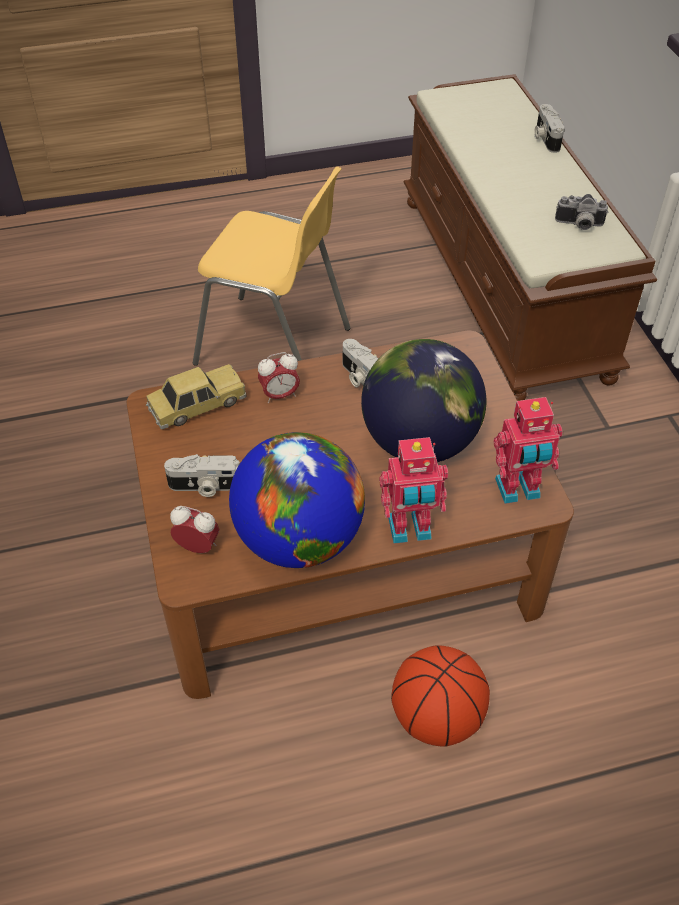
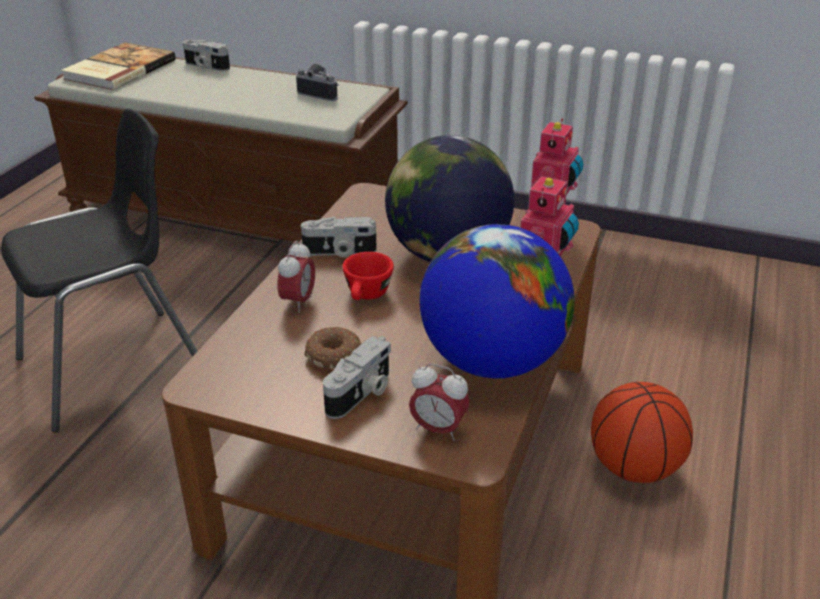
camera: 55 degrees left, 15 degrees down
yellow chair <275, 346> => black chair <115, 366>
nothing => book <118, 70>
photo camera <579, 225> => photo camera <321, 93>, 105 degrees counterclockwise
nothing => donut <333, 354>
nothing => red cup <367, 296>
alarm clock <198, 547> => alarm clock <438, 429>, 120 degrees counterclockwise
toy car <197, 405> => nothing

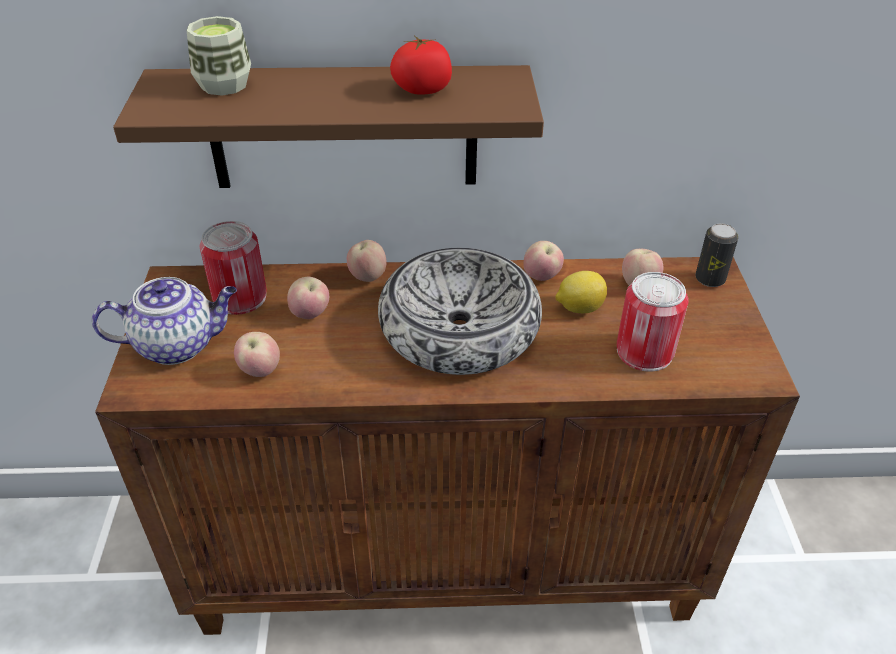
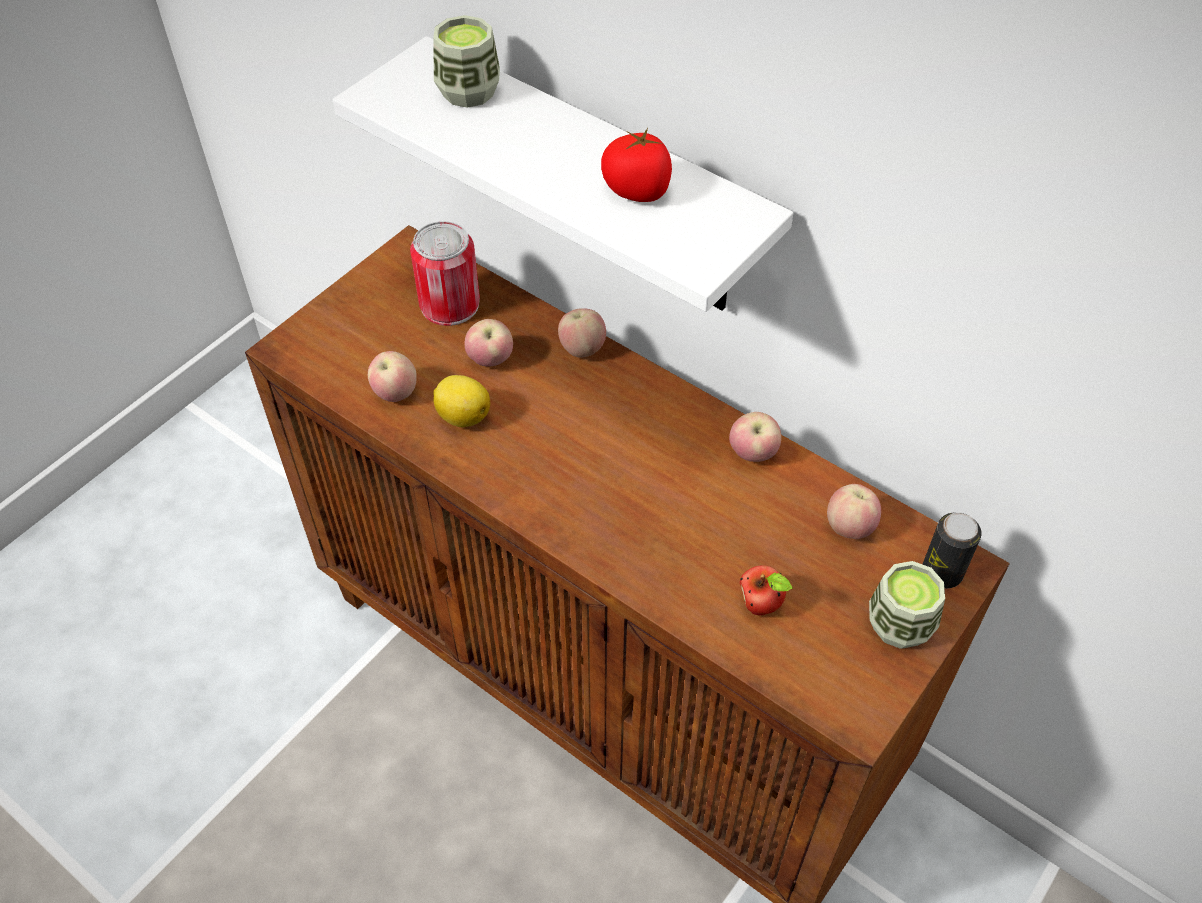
camera: 40 degrees right, 10 degrees up
brown shelf <343, 128> => white shelf <597, 181>
lemon <579, 308> => lemon <462, 416>, moved
can <644, 352> => apple <762, 606>
nothing => cup <899, 625>
teapot <178, 344> => nothing
bowl <459, 328> => nothing

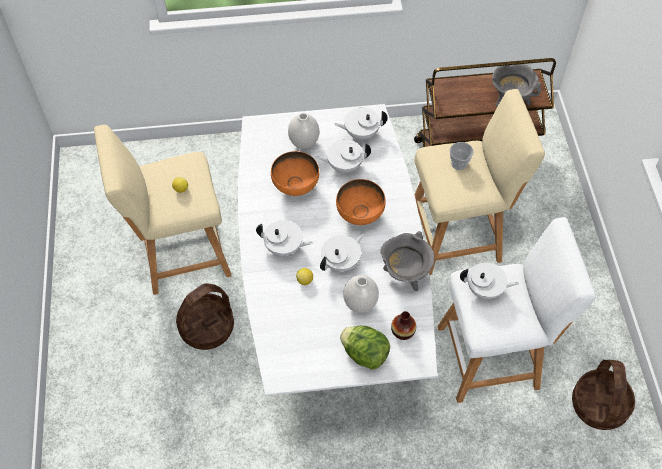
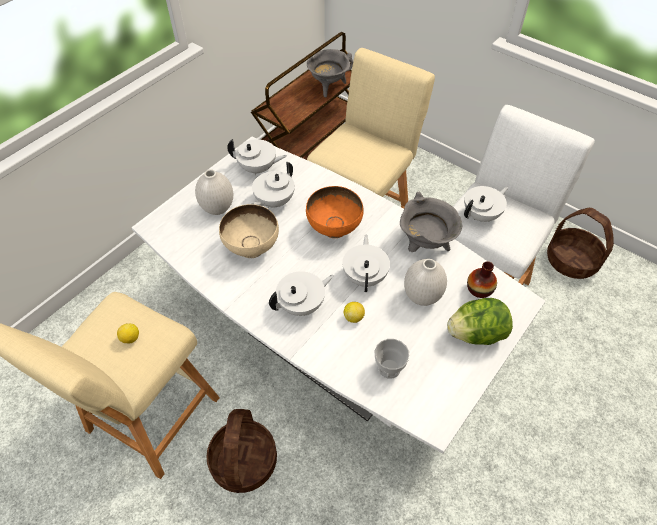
camera: 45 degrees left, 5 degrees down
orange bowl <296, 187> => beige bowl <252, 248>
white teapot <361, 133> => white teapot <258, 168>, 120 degrees counterclockwise
cup <459, 163> => cup <389, 368>, moved

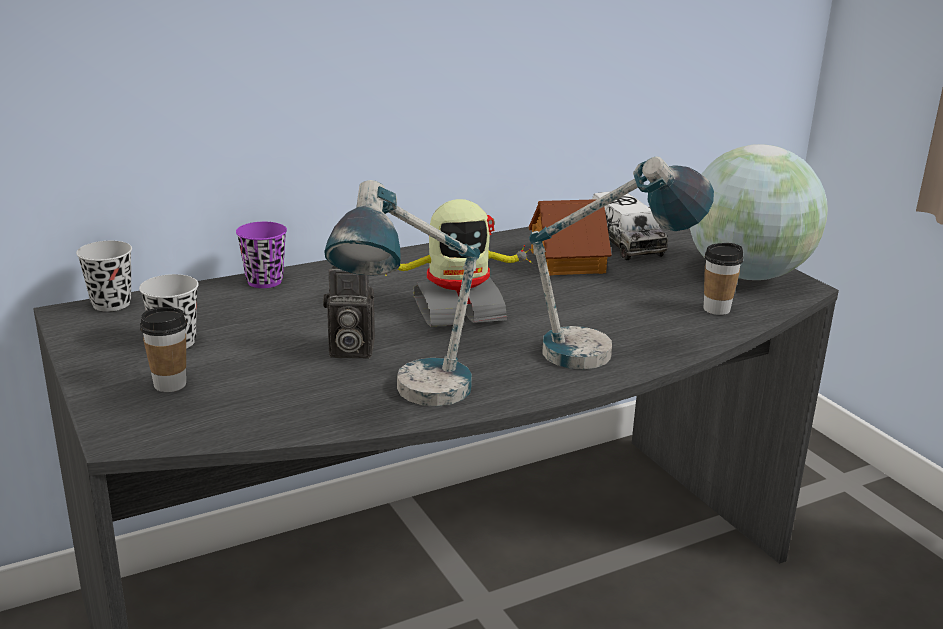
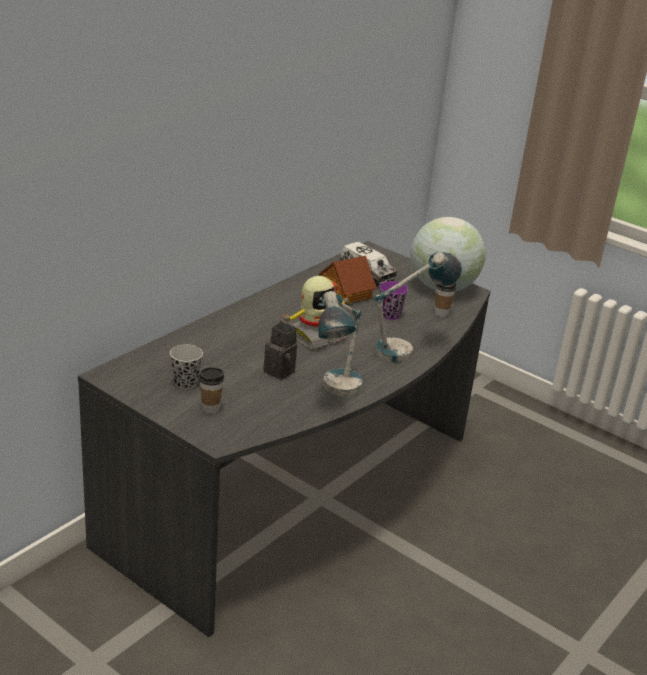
camera: 25 degrees left, 5 degrees up
photo camera <348, 350> => photo camera <281, 371>, 120 degrees counterclockwise
purple cup <264, 281> => purple cup <390, 315>, moved
black cup <111, 304> => nothing

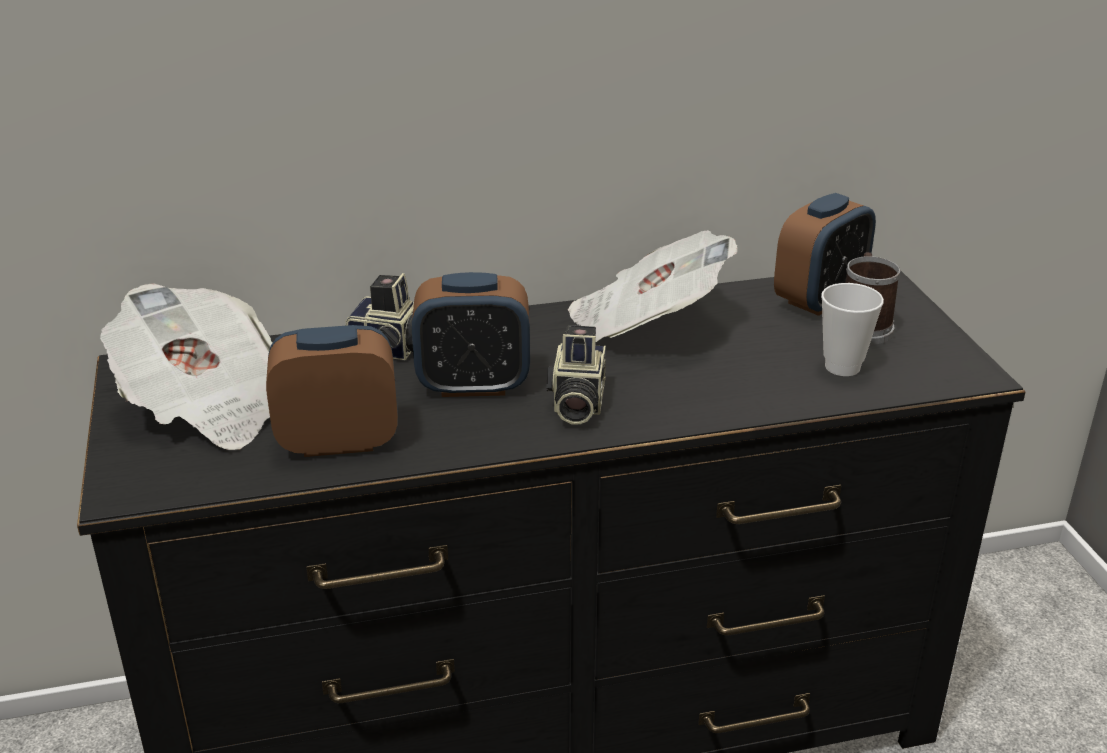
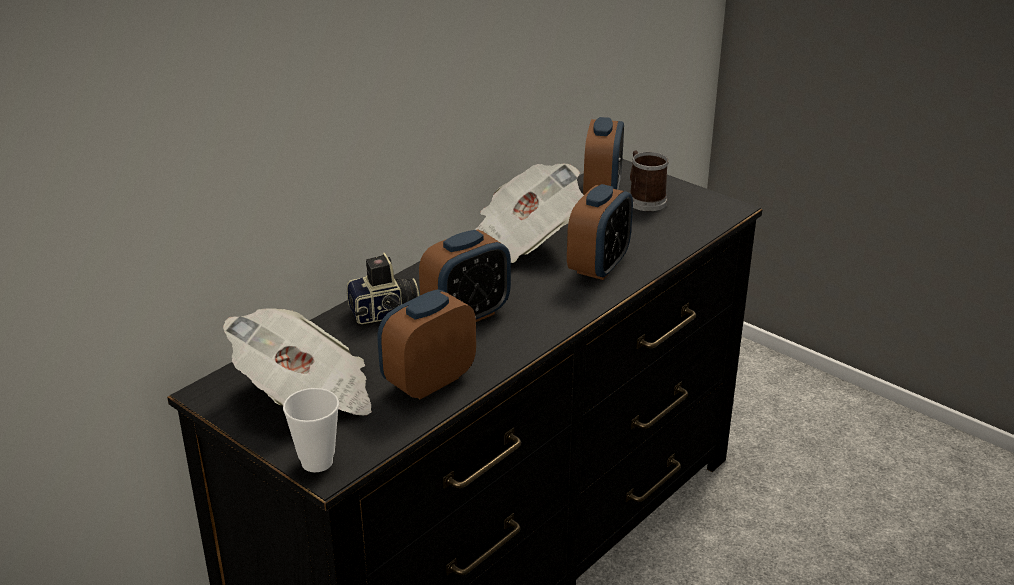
camera: 35 degrees left, 0 degrees up
cup <842, 367> => cup <317, 462>, moved
nothing => alarm clock <598, 266>
photo camera <576, 403> => nothing

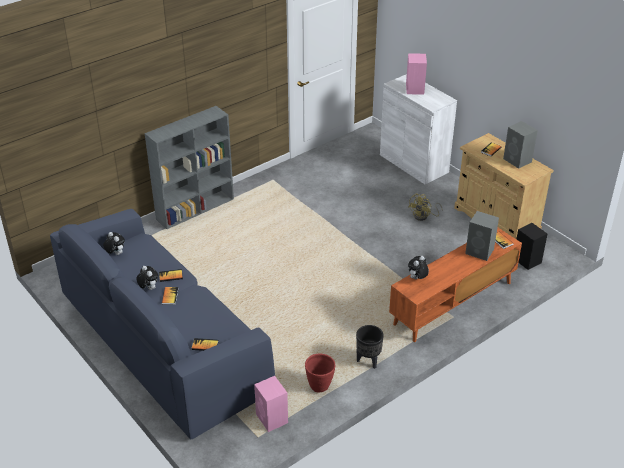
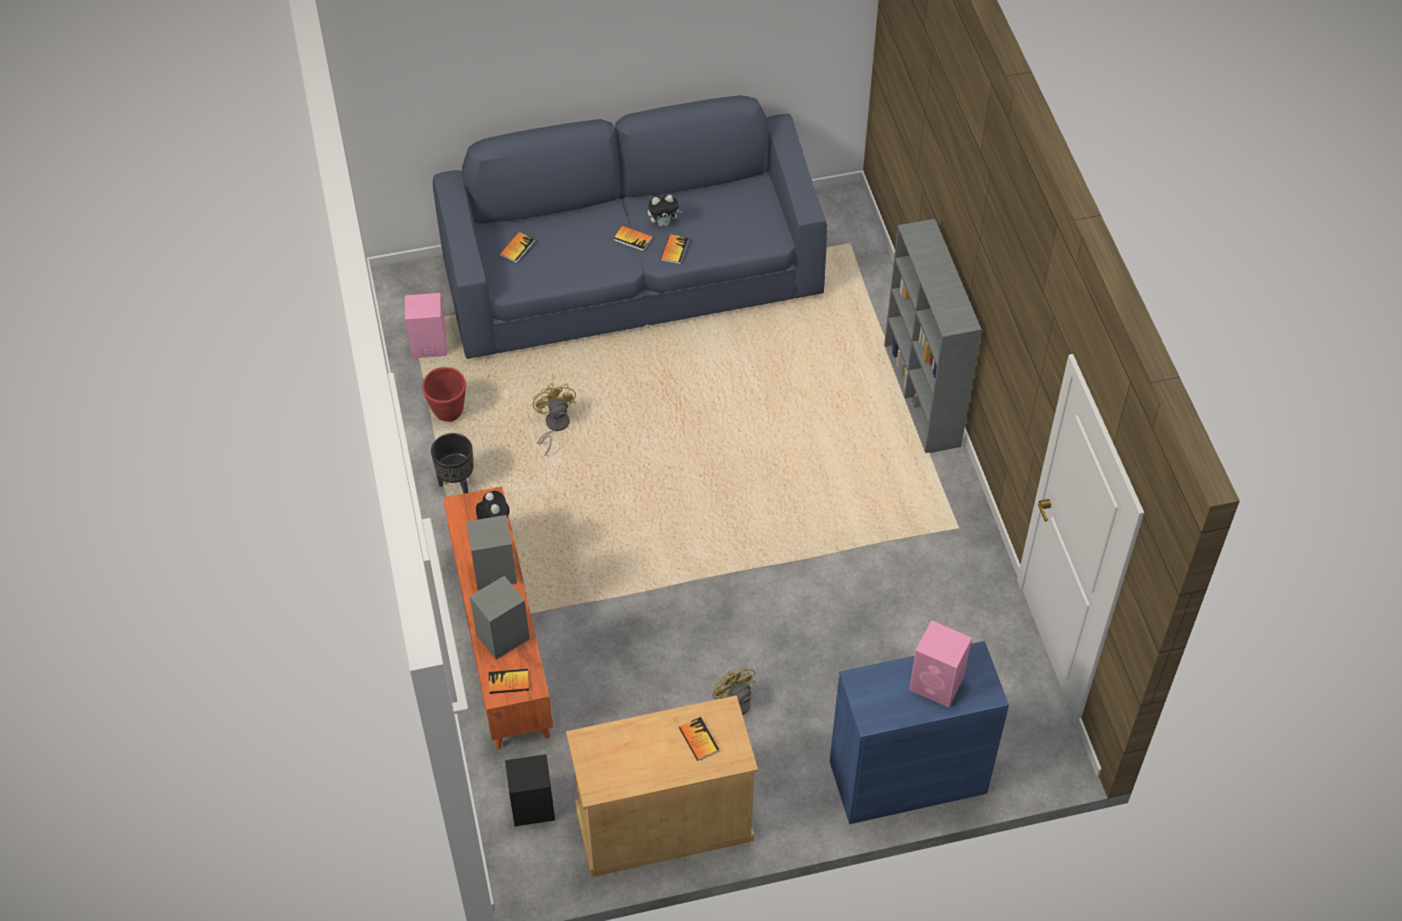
camera: 115 degrees right, 15 degrees up
grey speaker <518, 160> => grey speaker <493, 572>, moved
nothing => yellow fan <554, 426>
white cabinet <413, 163> => blue cabinet <907, 777>
plush toy <115, 254> => nothing

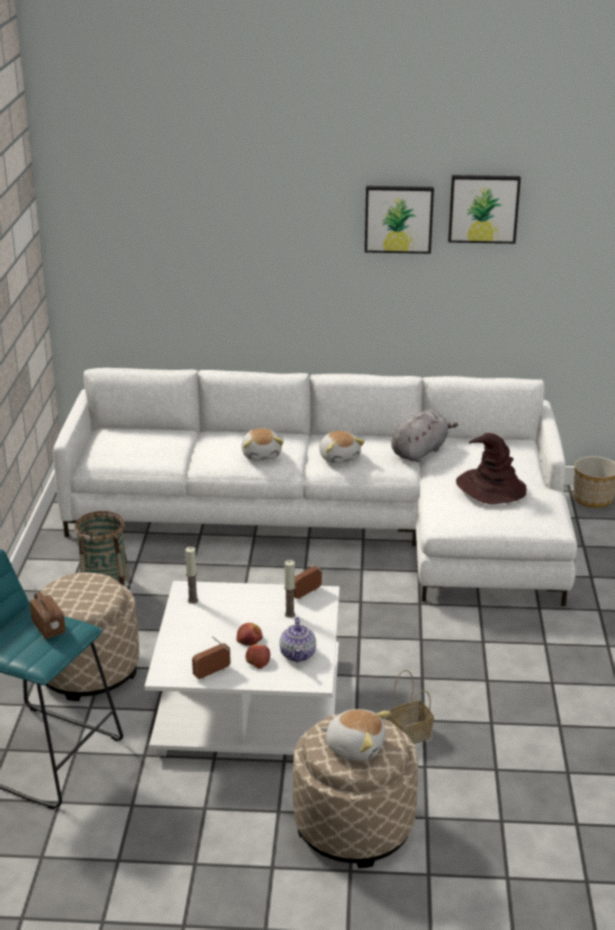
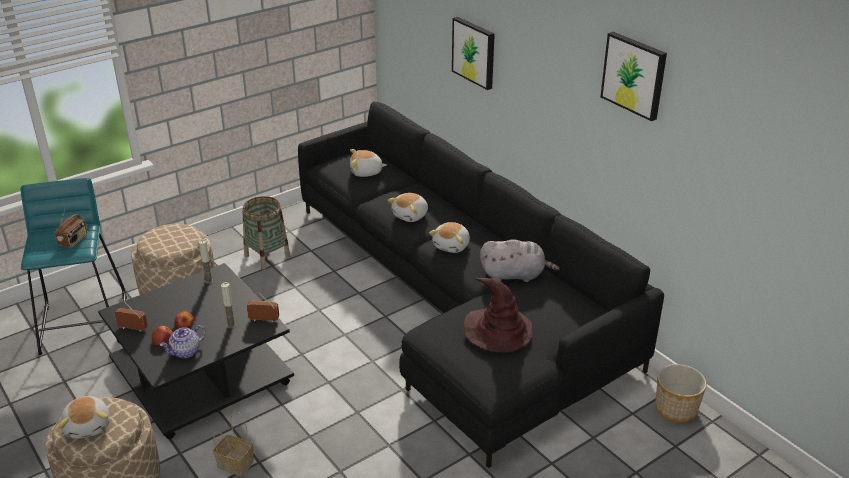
camera: 50 degrees right, 5 degrees up
white coffee table <251, 704> => black coffee table <204, 375>
white sofa <336, 523> => black sofa <457, 301>
nothing => plush toy <366, 172>
picture <398, 218> => picture <474, 52>, moved

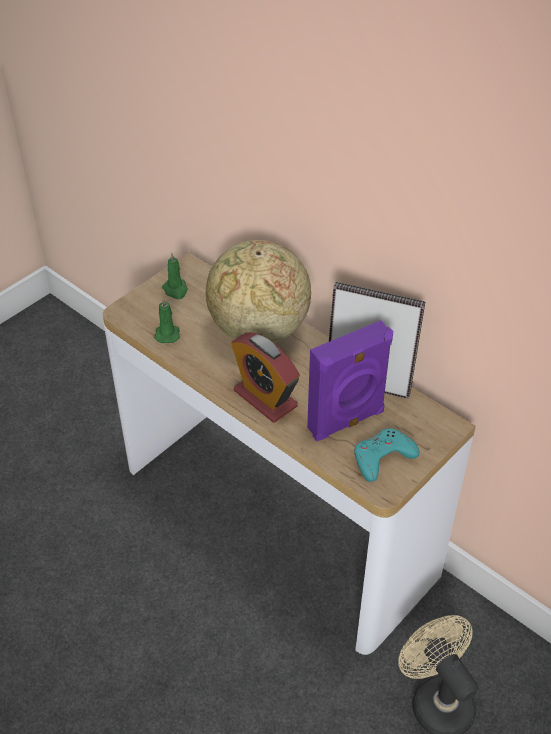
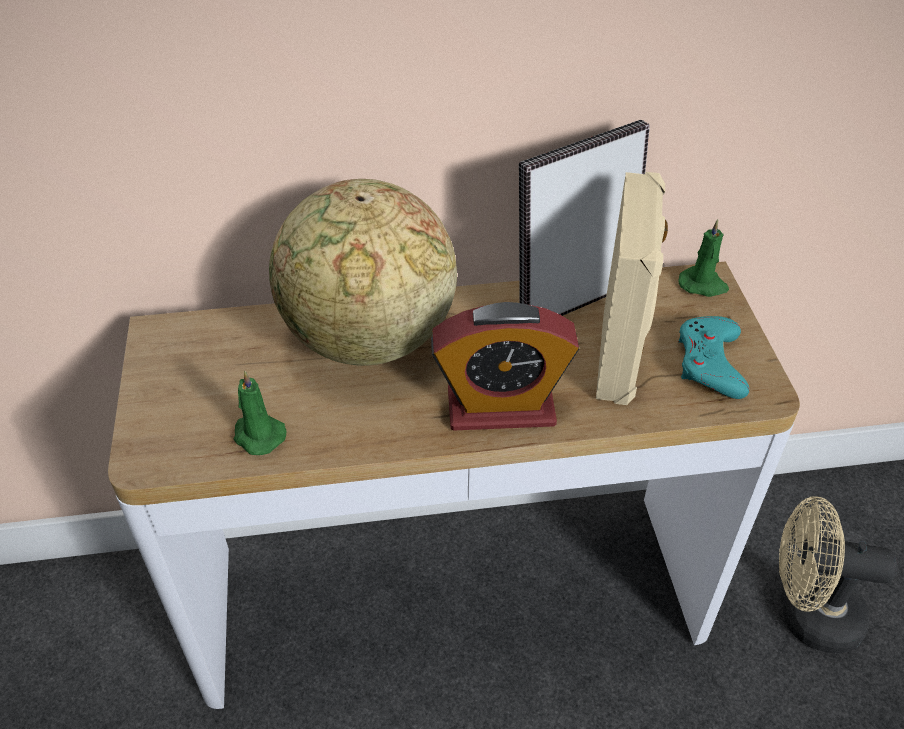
camera: 50 degrees left, 0 degrees up
purple speaker <347, 421> => beige speaker <620, 357>
green candle <176, 290> => green candle <703, 285>, moved

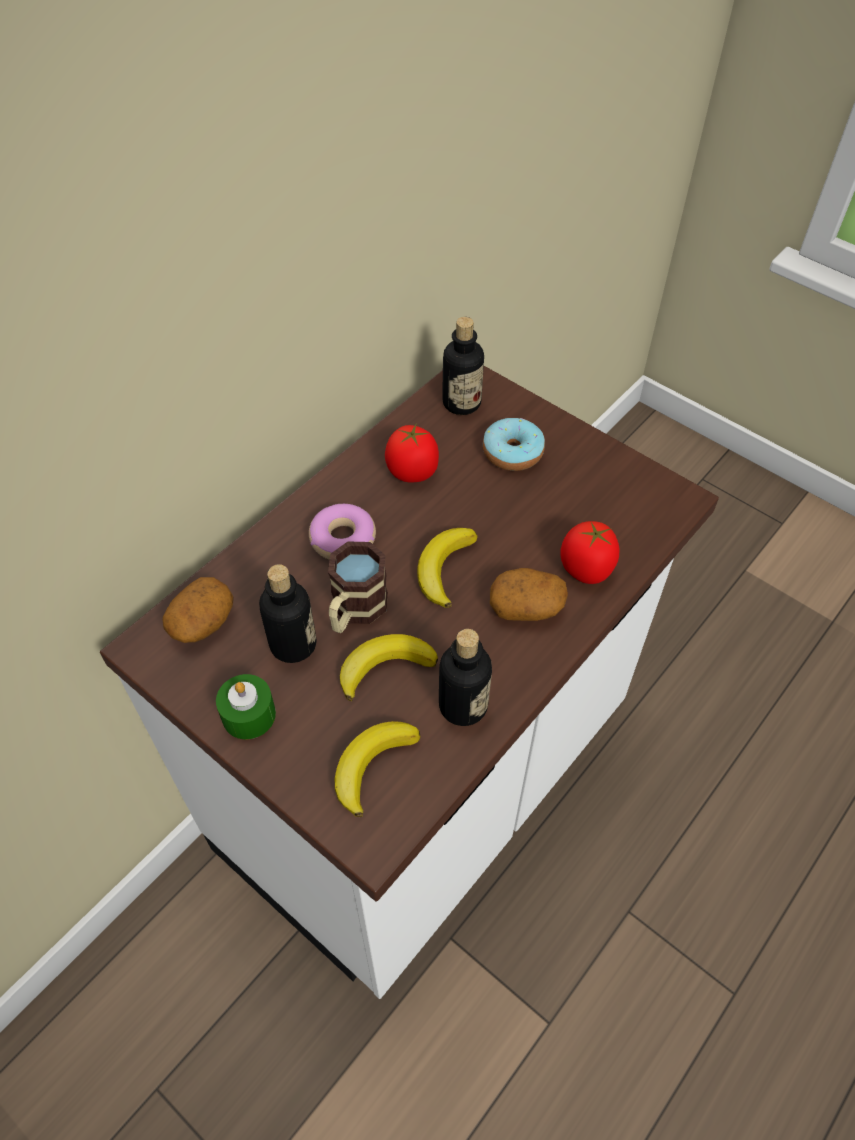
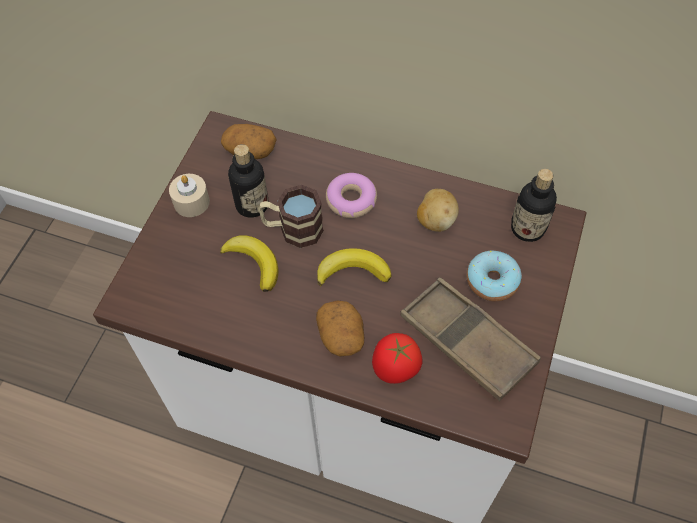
camera: 70 degrees right, 5 degrees up
green candle <249, 715> => beige candle <191, 202>
nothing => brown tray <467, 341>
tomato <412, 472> => potato <435, 220>
banana <372, 765> => nothing
bottle <463, 705> => nothing

